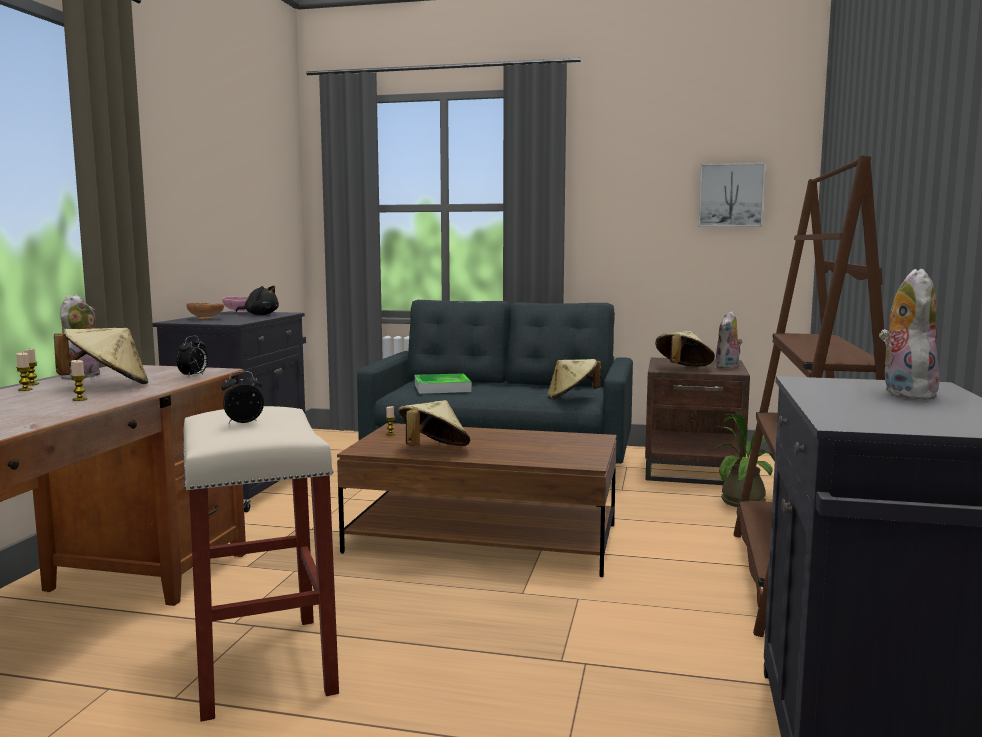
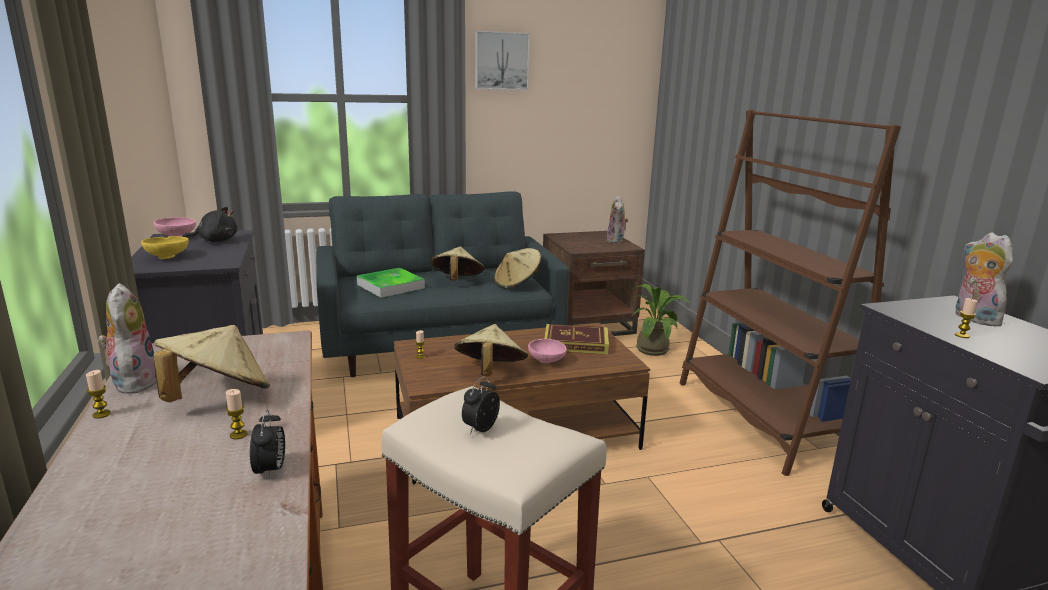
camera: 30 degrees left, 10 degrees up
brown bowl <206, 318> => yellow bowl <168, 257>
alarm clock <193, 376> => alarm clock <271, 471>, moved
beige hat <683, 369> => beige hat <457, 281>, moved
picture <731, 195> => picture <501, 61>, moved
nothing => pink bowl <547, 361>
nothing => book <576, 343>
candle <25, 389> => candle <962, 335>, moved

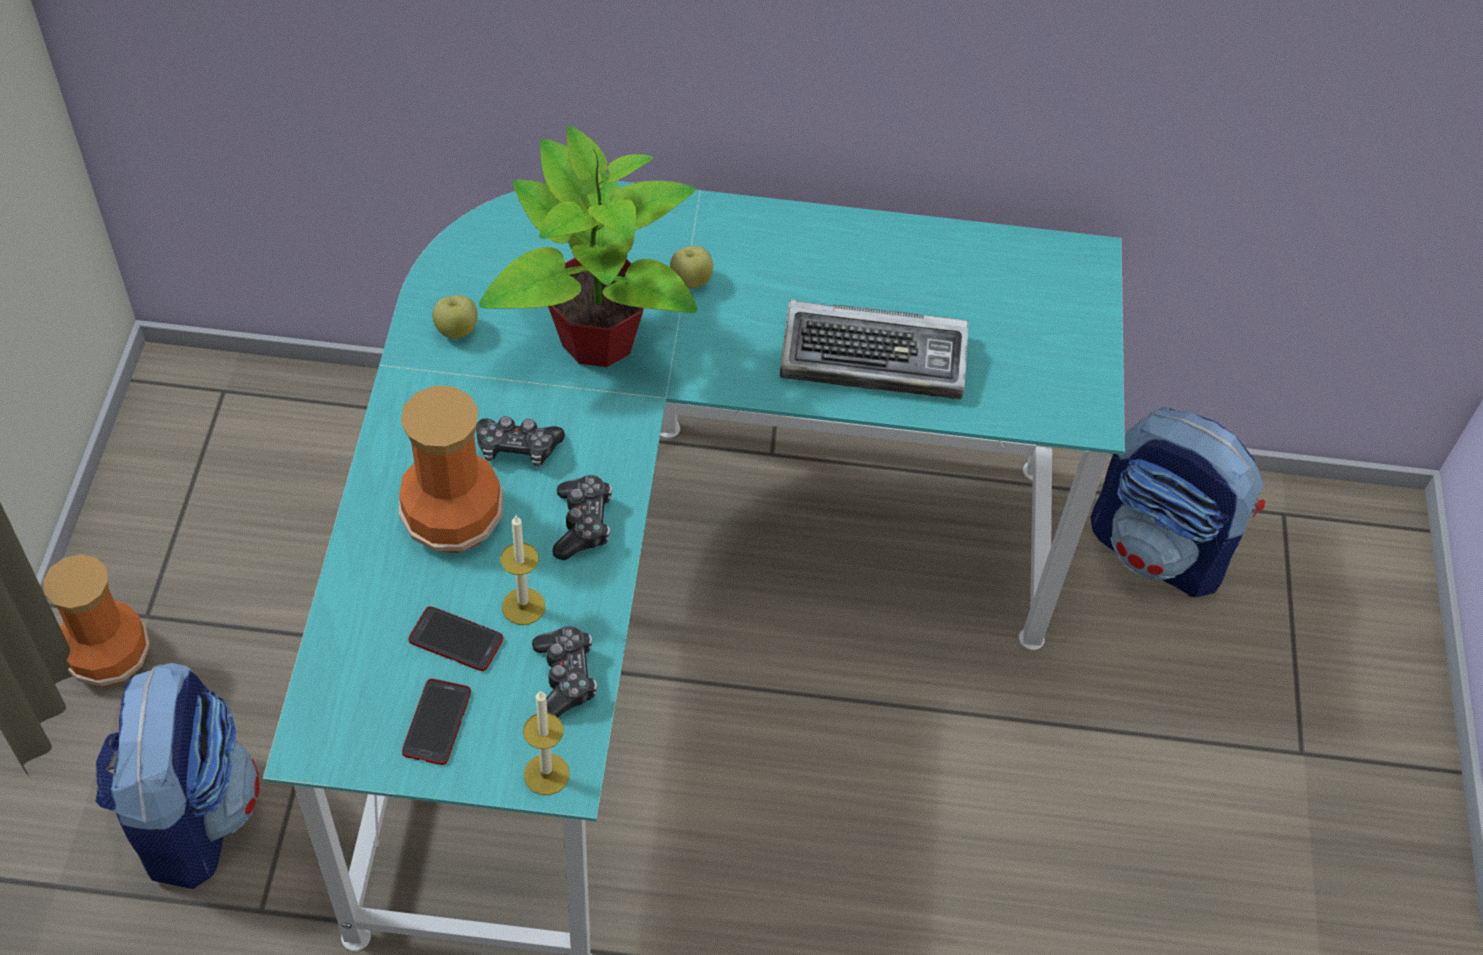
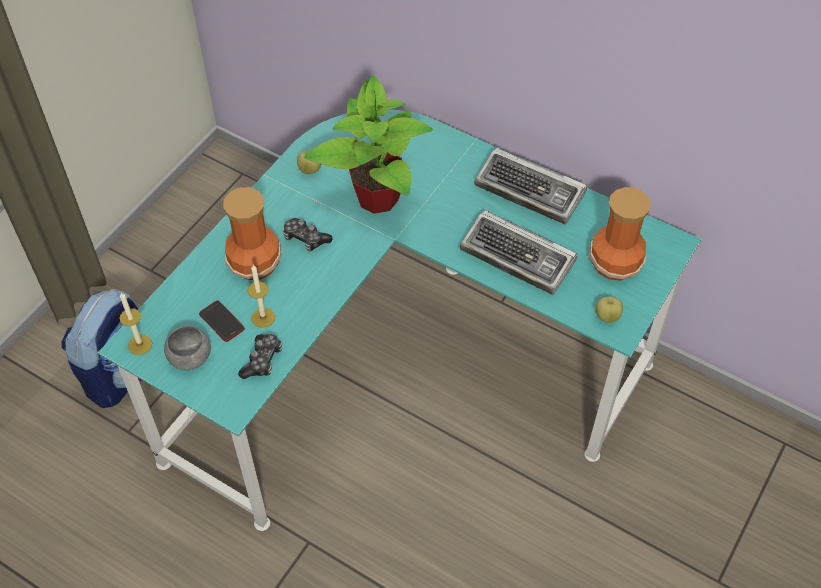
camera: 30 degrees right, 0 degrees up
candle <546, 774> => candle <140, 344>, moved
phone <437, 722> => grey bowl <190, 358>
nothing => keyboard <531, 191>
vase <107, 655> => vase <614, 261>, moved
apple <691, 281> => apple <607, 316>, moved
game controller <583, 524> => nothing
backpack <1159, 549> => nothing

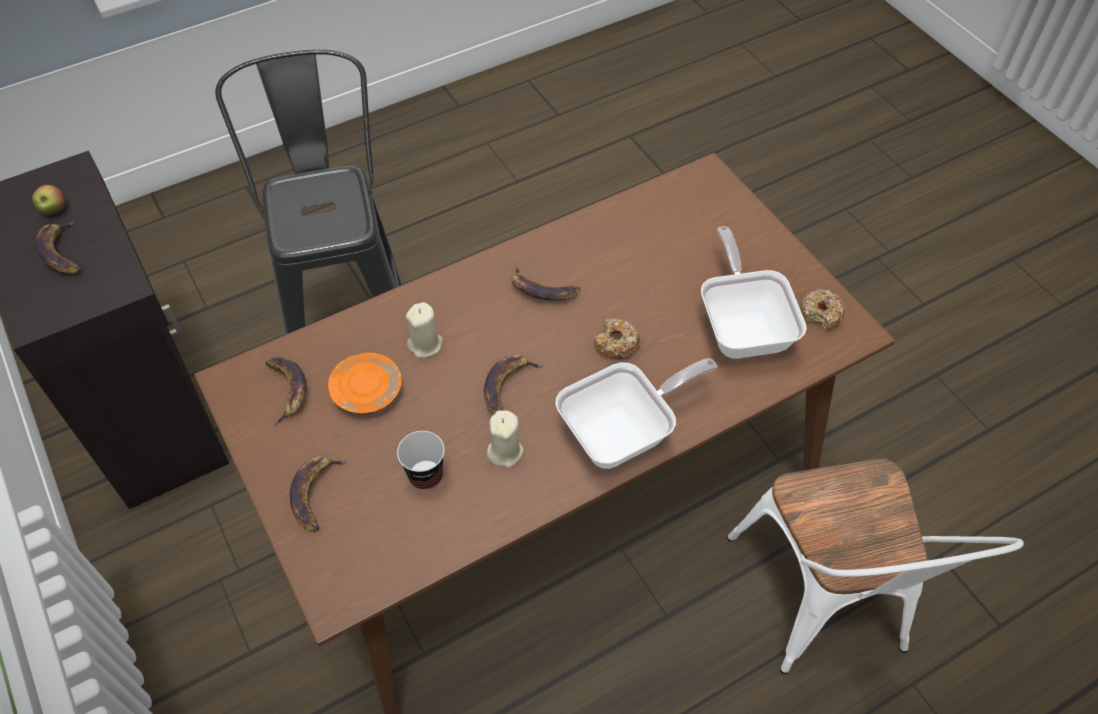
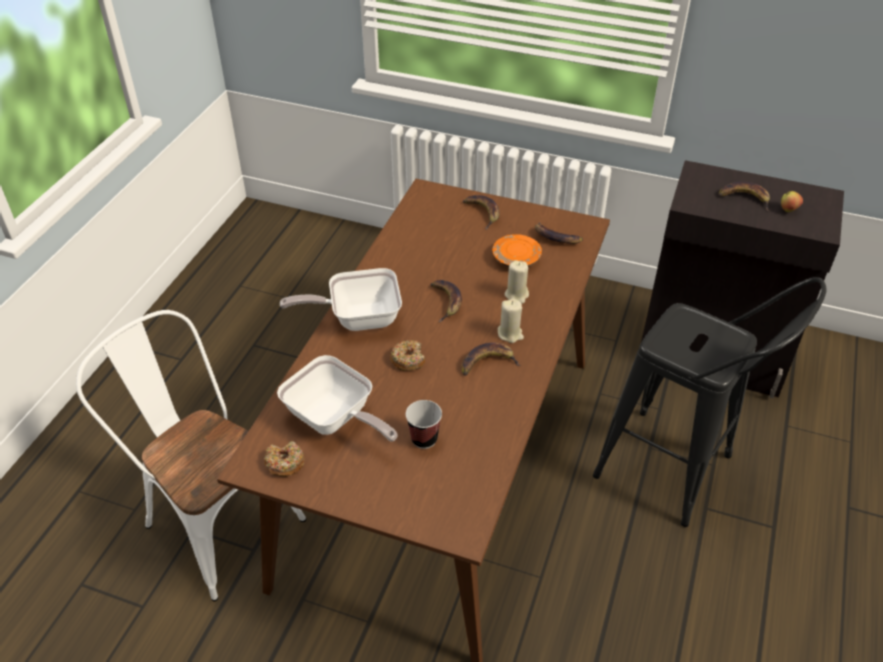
camera: 140 degrees right, 10 degrees down
frying pan <624, 432> => frying pan <357, 318>, 60 degrees clockwise
cup <425, 476> => cup <424, 439>, moved
beige candle <505, 451> => beige candle <510, 334>, moved

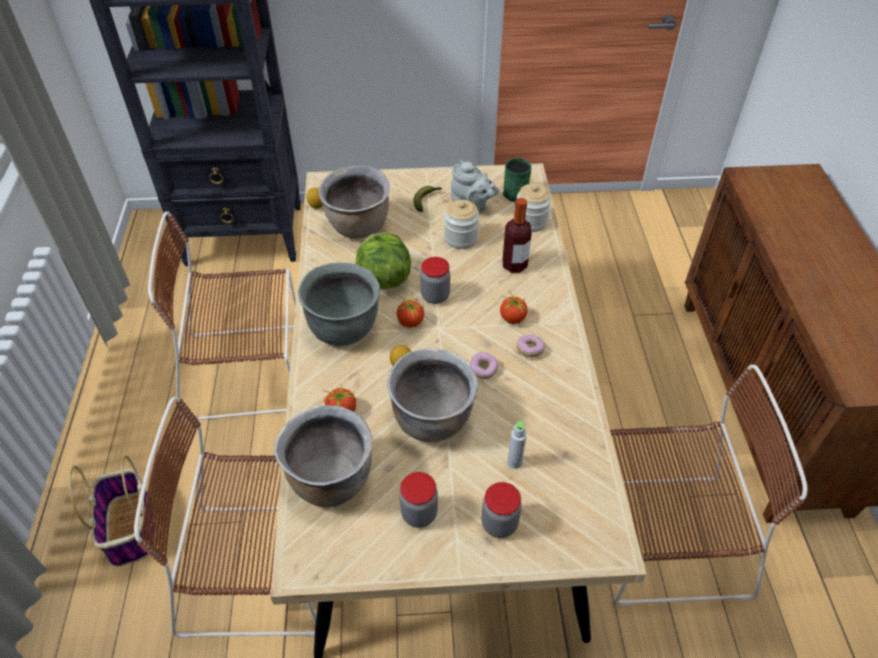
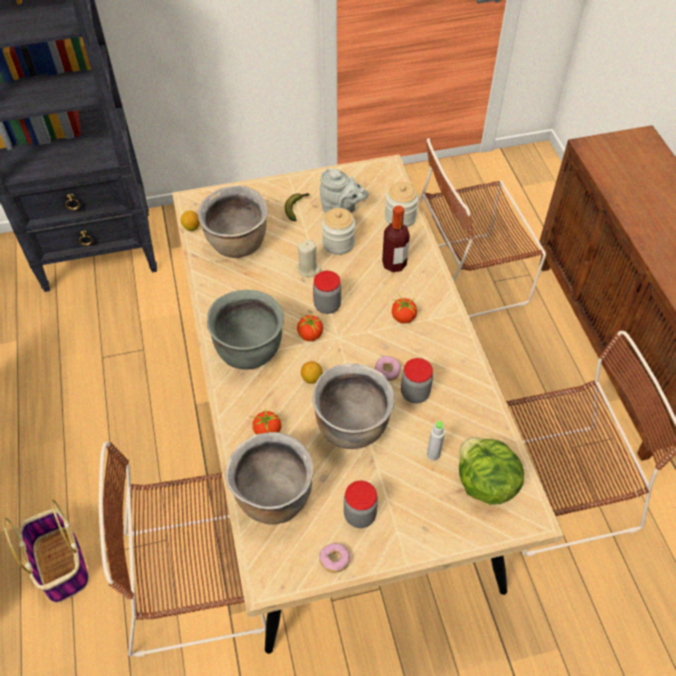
camera: 10 degrees left, 5 degrees up
nothing => beige candle <308, 269>
donut <530, 350> => donut <334, 560>, moved
jar <499, 524> => jar <415, 393>, moved
brown chair <248, 371> => brown chair <467, 277>, moved
lettuce <383, 278> => lettuce <484, 483>, moved
green mug <513, 191> => nothing

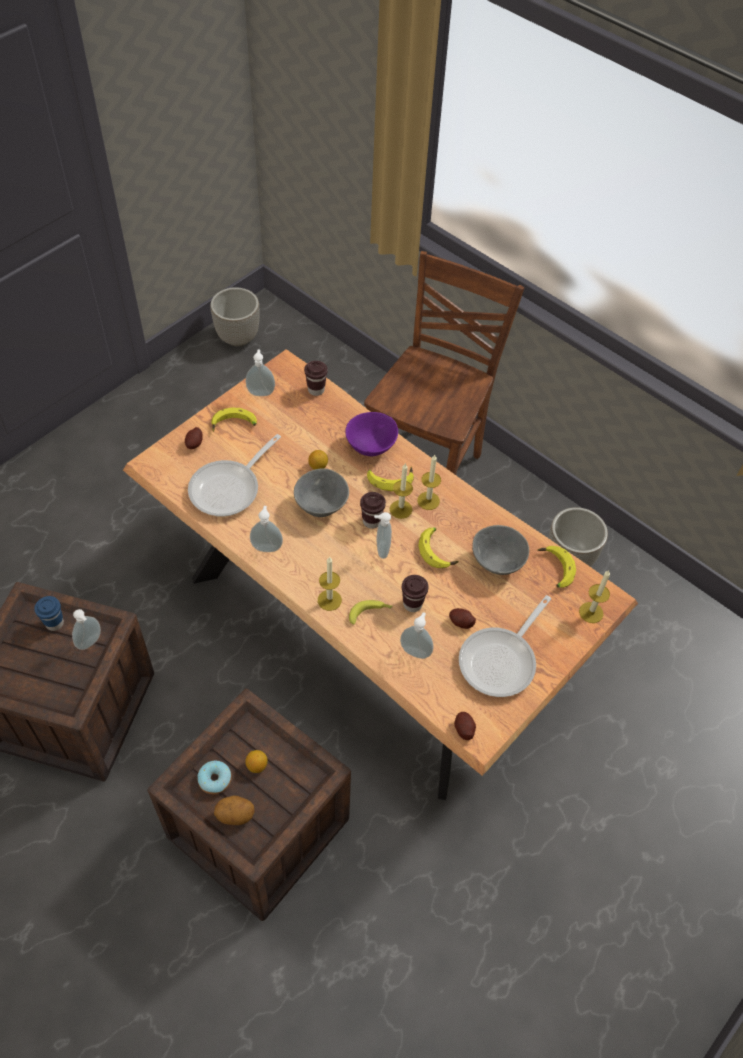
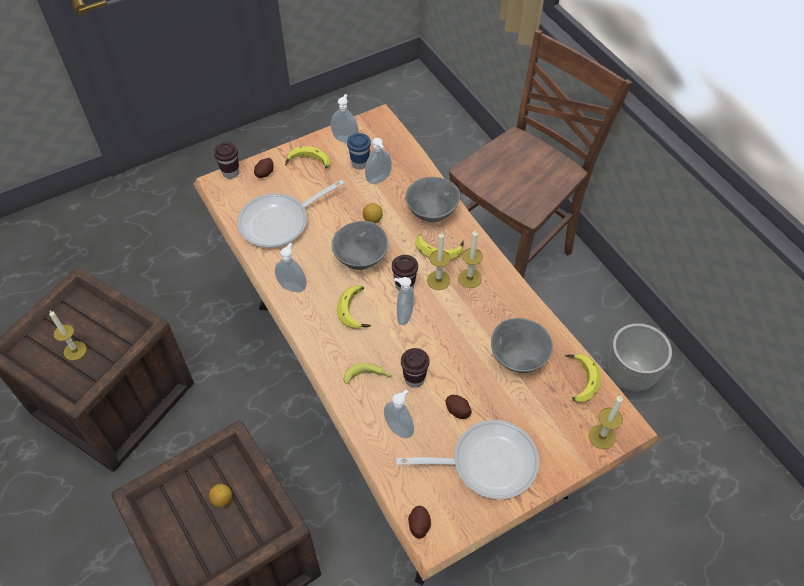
camera: 20 degrees right, 0 degrees up
candle <329, 600> => candle <75, 350>, moved
brown cup <316, 390> => brown cup <230, 173>, moved
banana <438, 551> => banana <358, 310>, moved
blue cup <54, 623> => blue cup <360, 163>, moved
soap dispenser <91, 643> => soap dispenser <379, 180>, moved
frying pan <501, 660> => frying pan <486, 462>, 150 degrees counterclockwise
purple bowl <370, 446> => grey bowl <431, 212>
donut <215, 780> => nothing
planter <238, 337> => nothing
potato <235, 815> => nothing

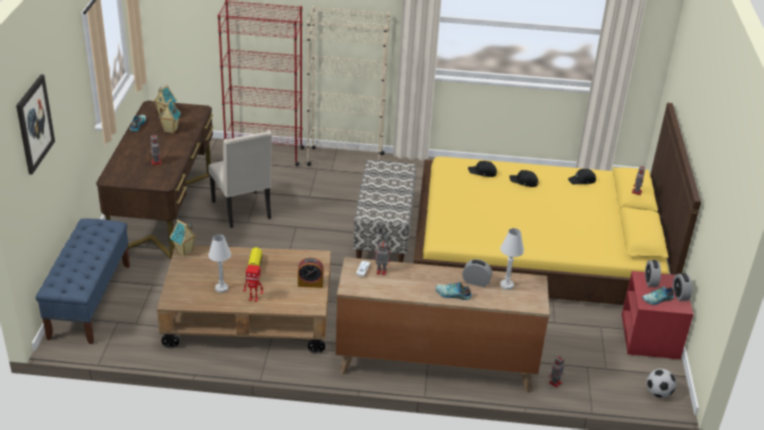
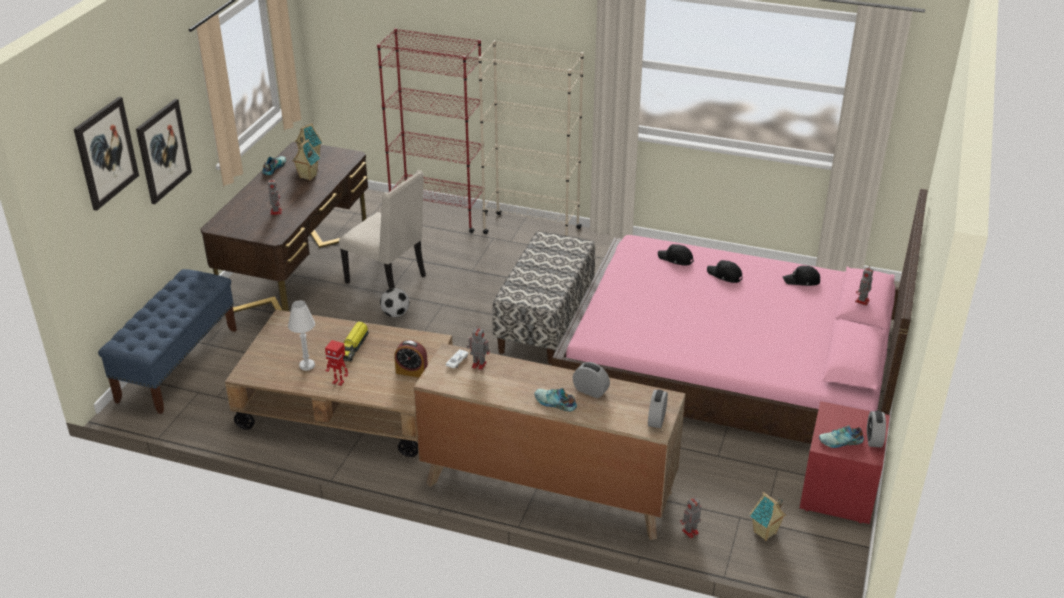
camera: 15 degrees right, 0 degrees up
nothing => picture <163, 151>
beige chair <243, 211> => beige chair <388, 279>, 45 degrees counterclockwise
football <658, 393> => football <395, 314>, moved
yellow bed <538, 246> => pink bed <732, 359>
alarm clock <650, 281> => alarm clock <656, 420>, moved
toy house <184, 251> => toy house <765, 533>, moved
white table lamp <506, 285> => nothing

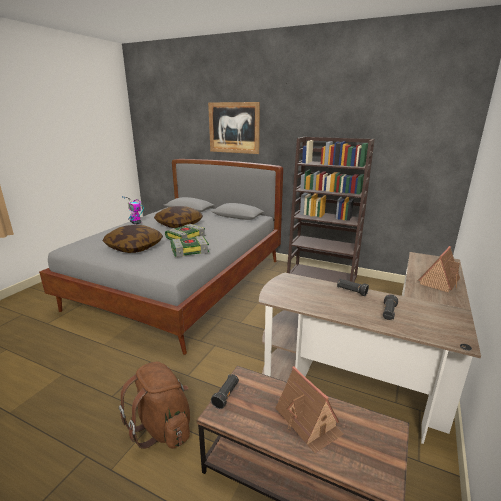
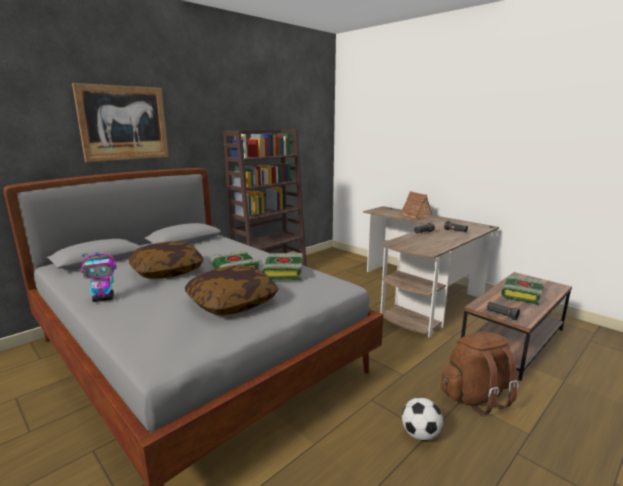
camera: 70 degrees left, 5 degrees down
nothing => football <420, 434>
toy house <308, 421> => book <521, 294>

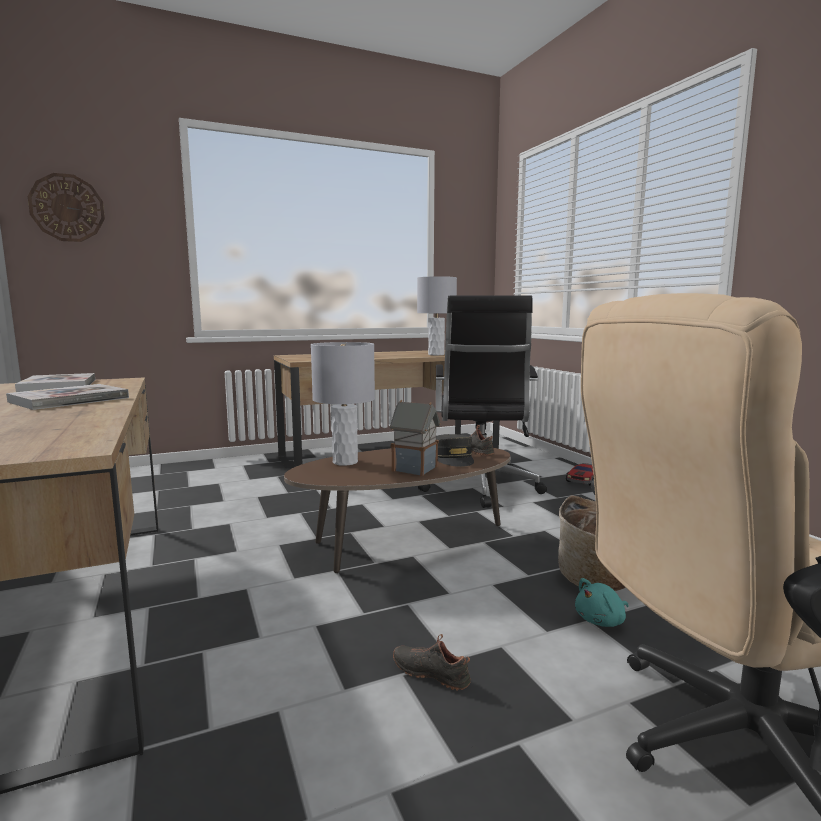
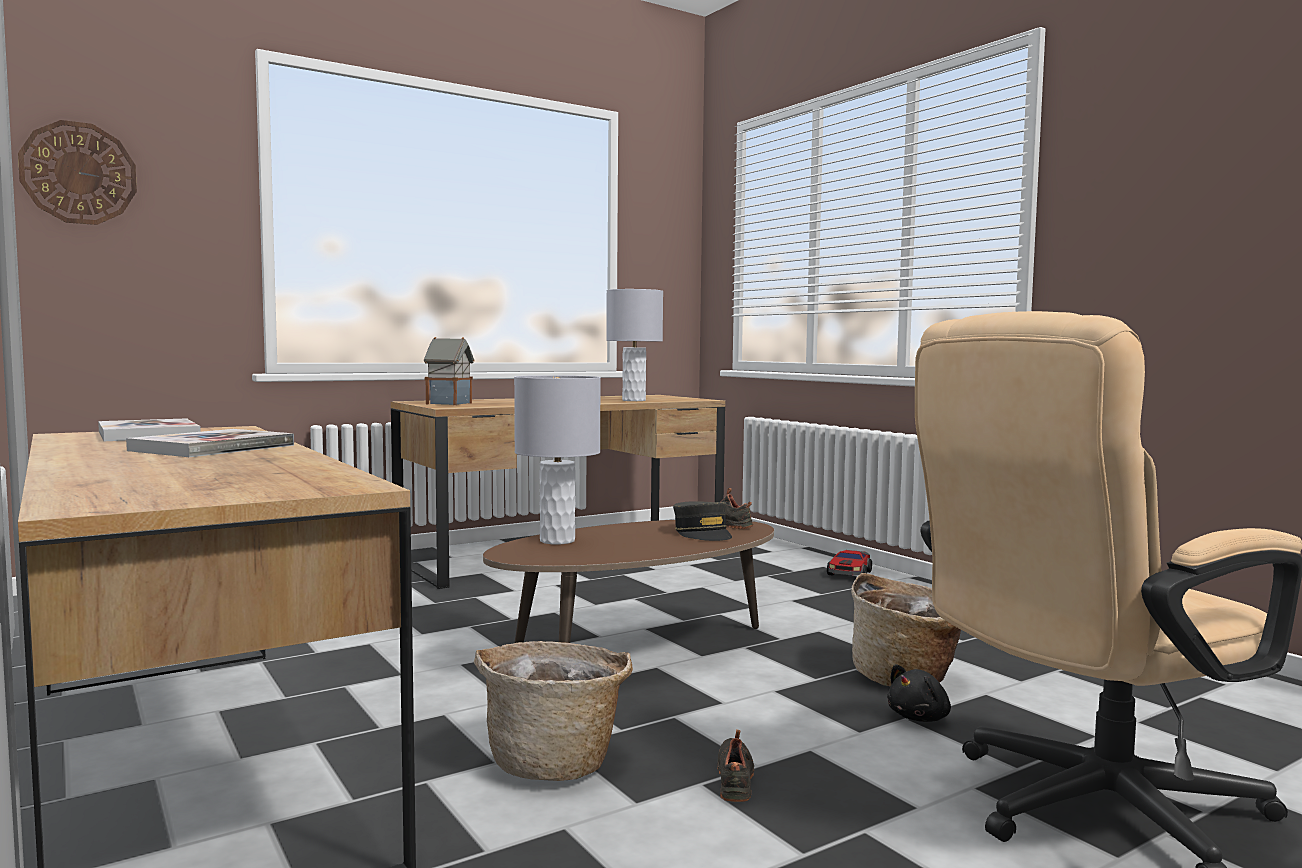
camera: 10 degrees left, 5 degrees down
toy house <416, 469> => toy house <450, 403>, moved
nothing => basket <555, 761>
black shoe <431, 672> => black shoe <736, 779>, 75 degrees clockwise
turquoise plush toy <601, 621> => black plush toy <920, 718>
black office chair <480, 487> => nothing

